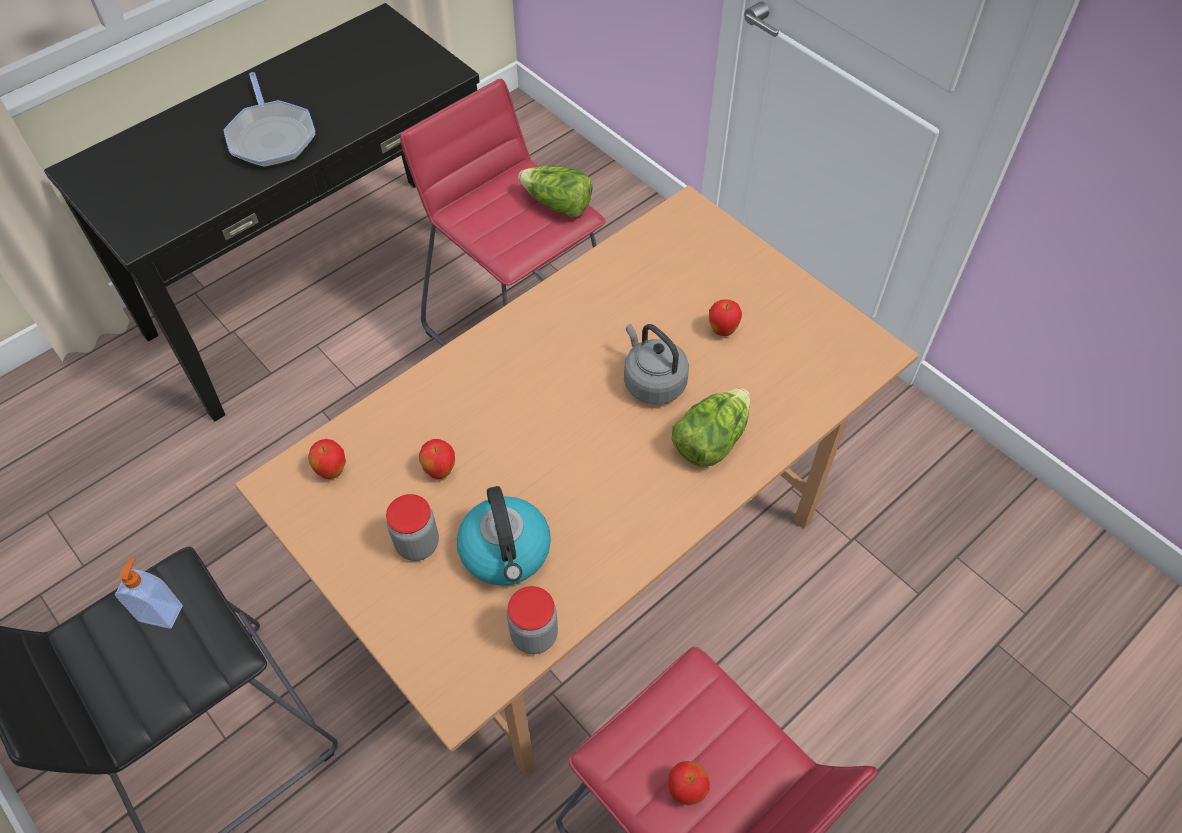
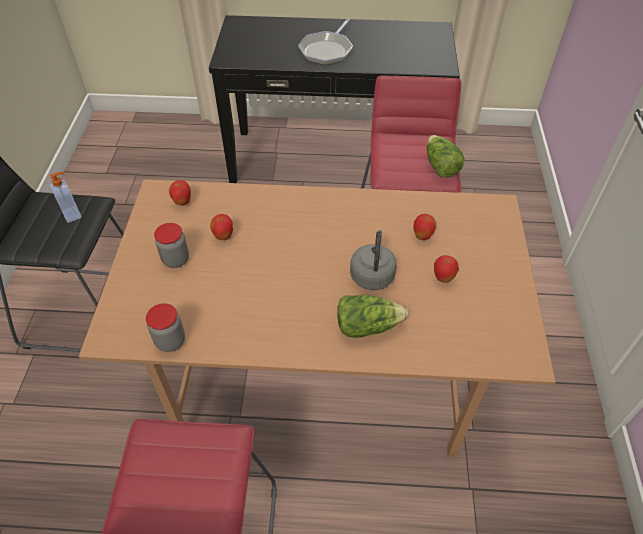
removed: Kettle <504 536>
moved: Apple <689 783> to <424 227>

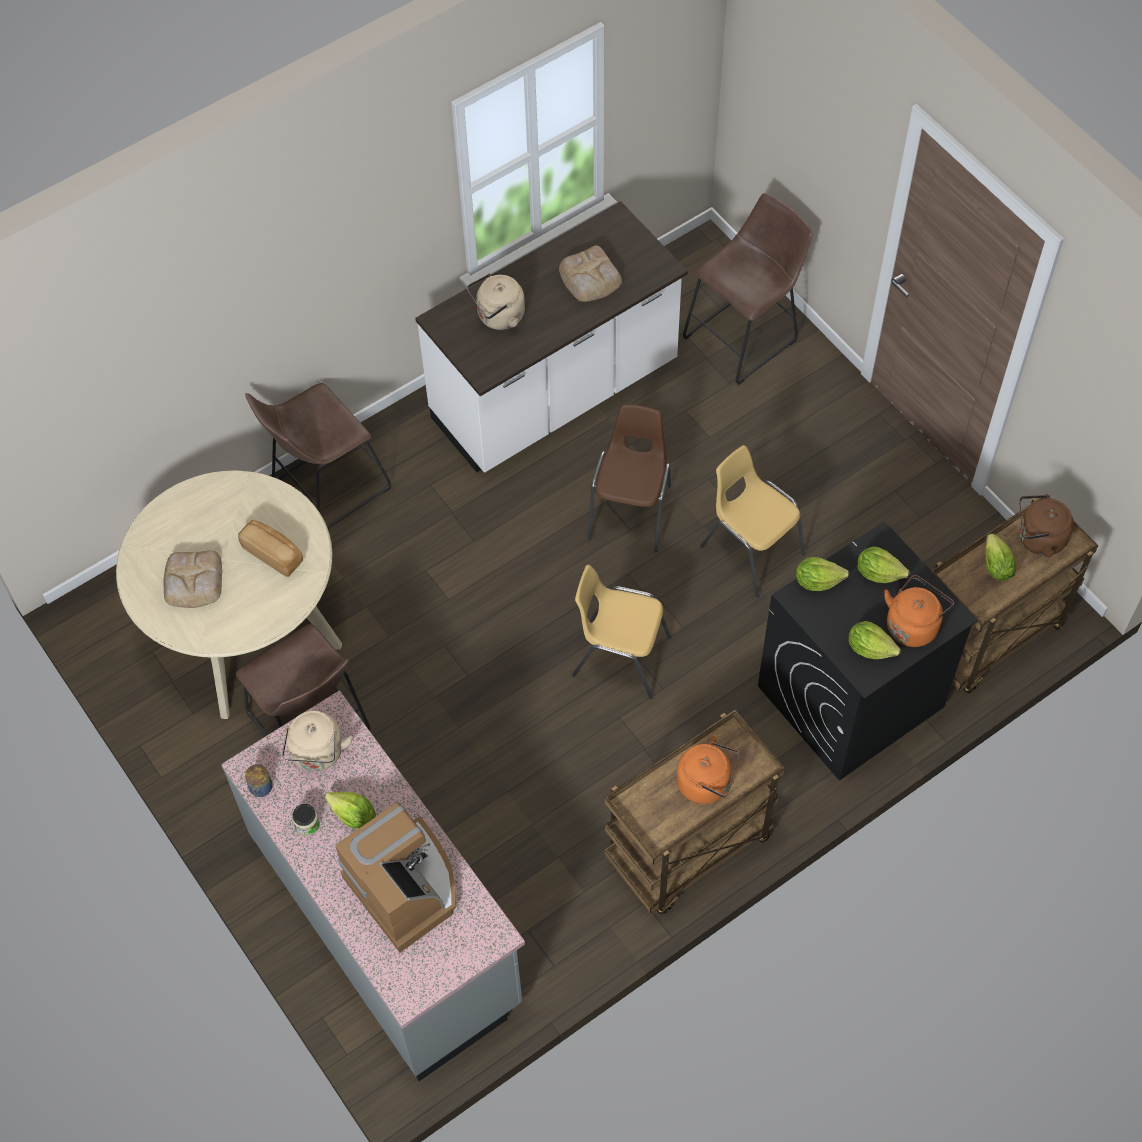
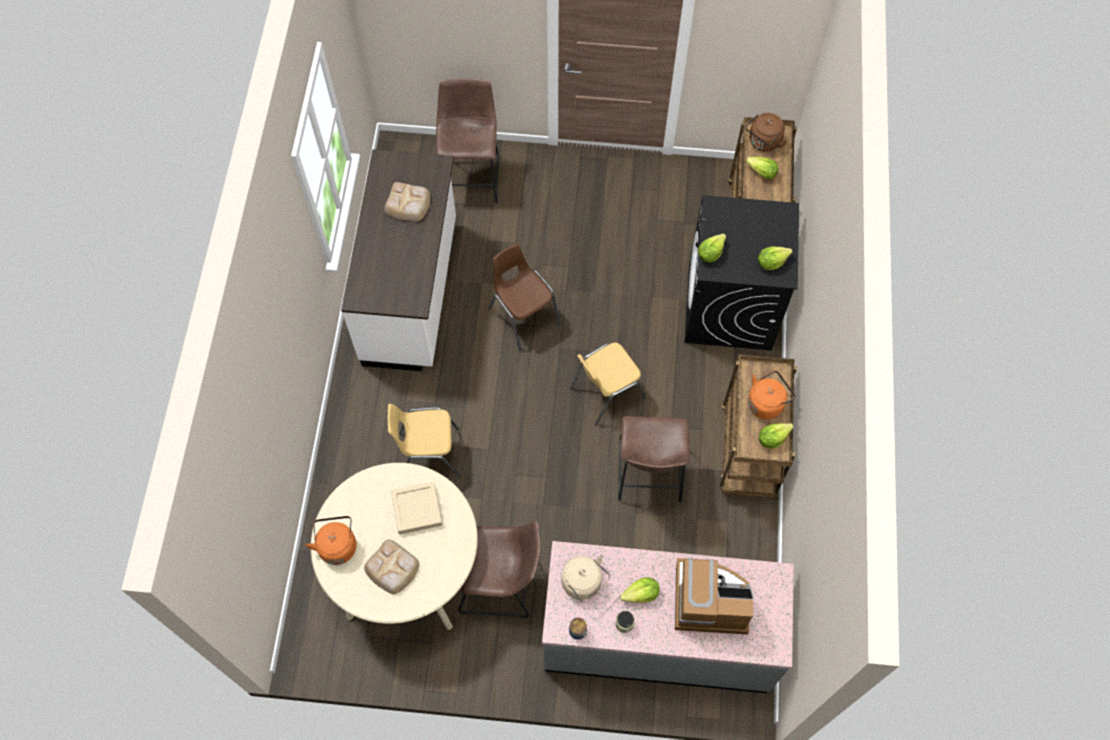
removed: BeigeKettle <496 301>
moved: OrangeKettle <919 611> to <330 540>; YellowChair <753 521> to <424 440>; BrownStool <318 456> to <654 459>; Lettuce <883 564> to <776 436>
replaced: Bread <270 548> to BeigeTray <416 508>

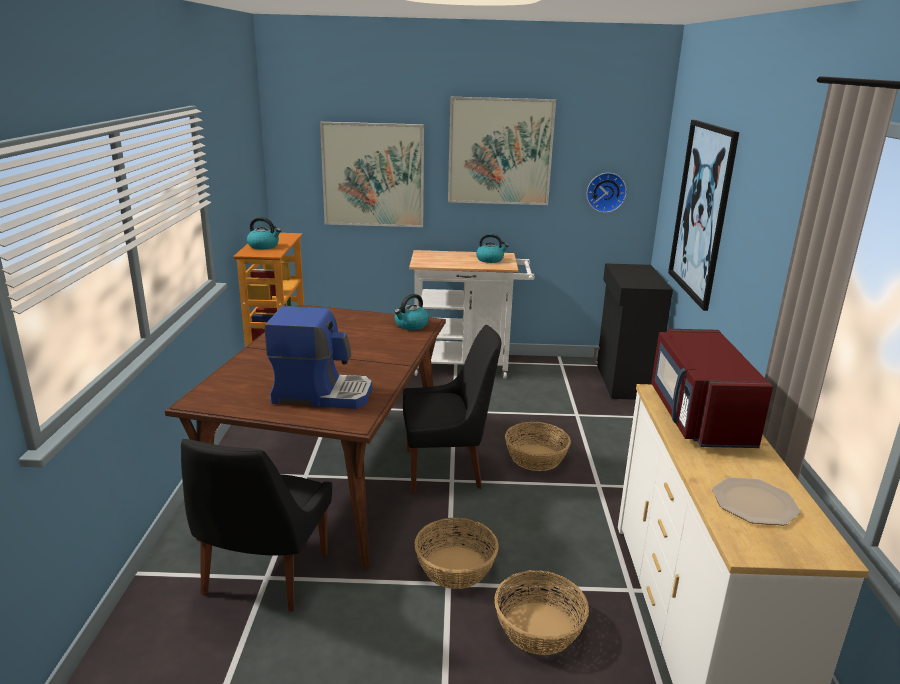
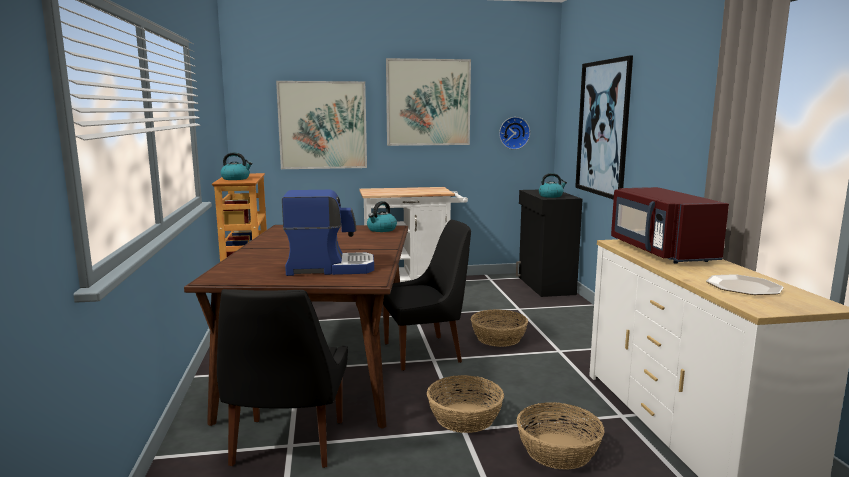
moved: Kettle <492 248> to <553 185>

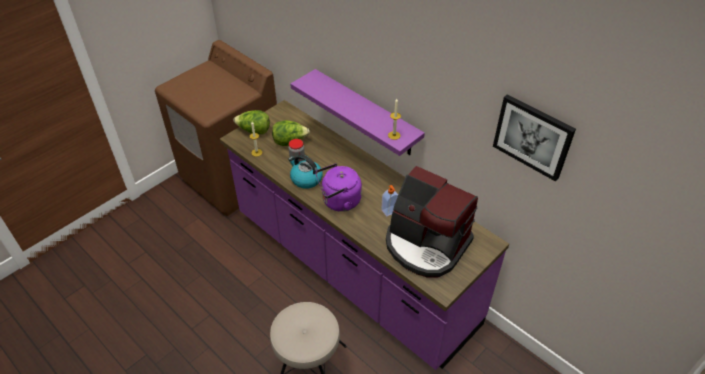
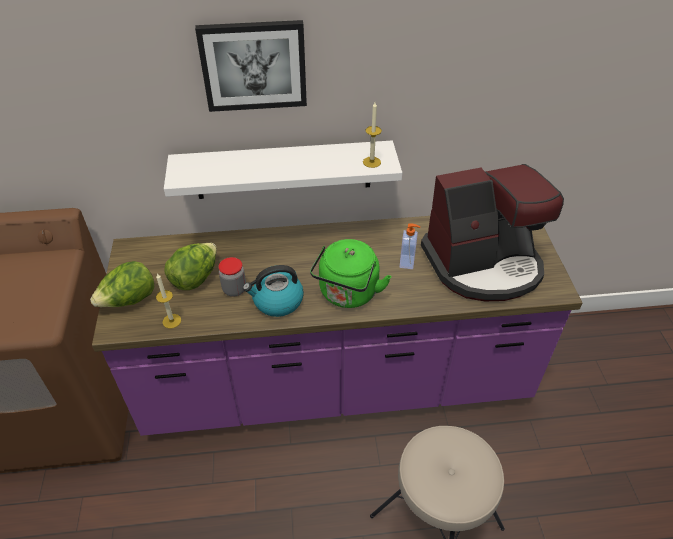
moved: Picture <534 138> to <251 66>
recoloured: PurpleShelf <357 112> to WhiteShelf <283 170>; PurpleKettle <338 187> to GreenKettle <351 273>

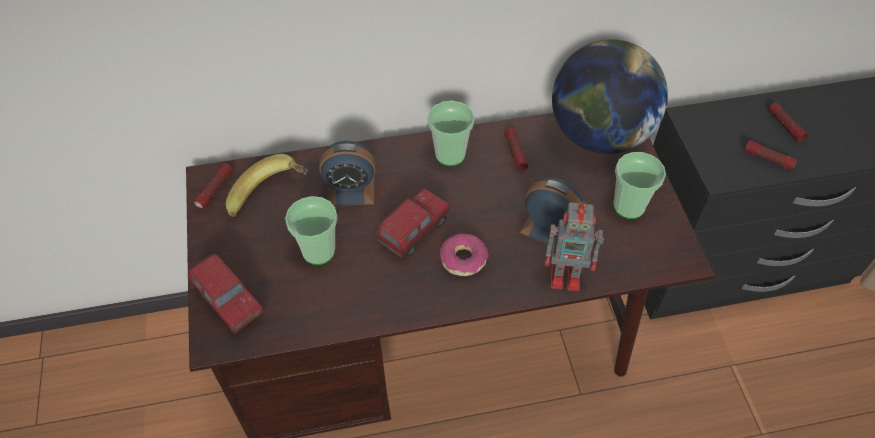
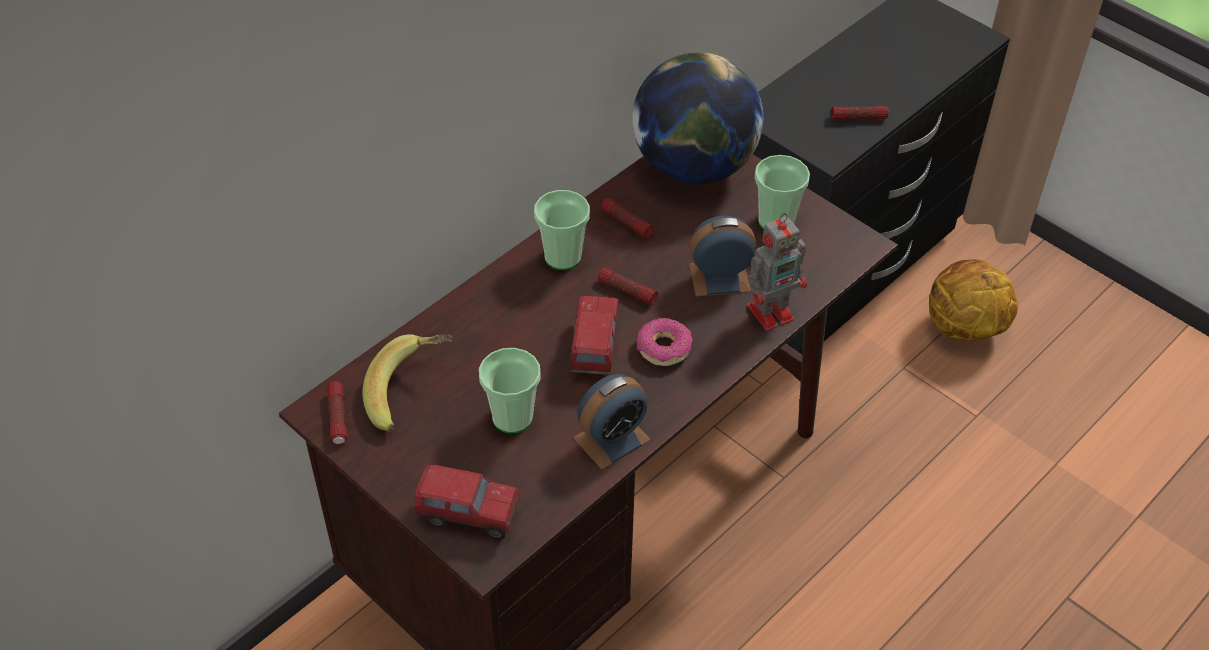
added: Basketball <973 300>
moved: AlarmClock <347 173> to <612 422>; Flashlight <788 122> to <628 286>

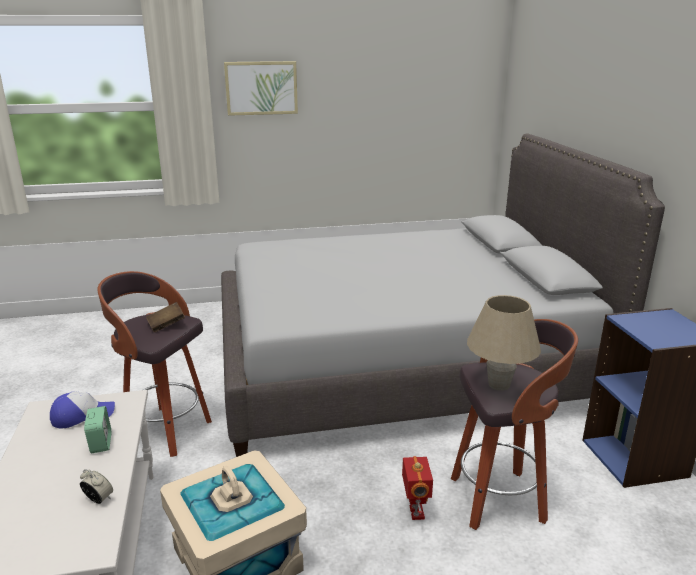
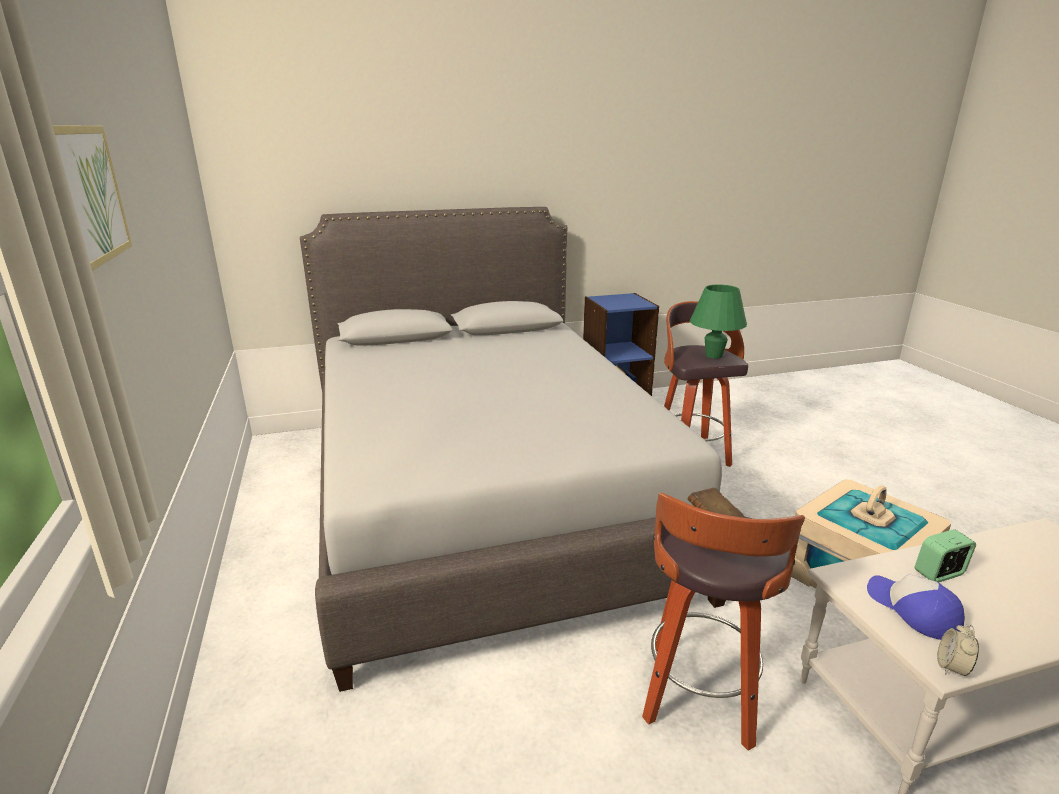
removed: ToyRobot <417 488>
moved: AlarmClock <96 486> to <958 650>
recoloured: BeigeTableLamp <504 343> to GreenTableLamp <718 321>

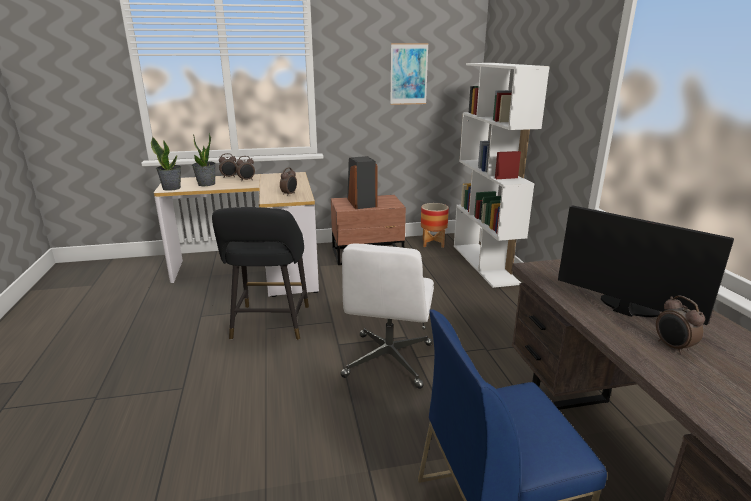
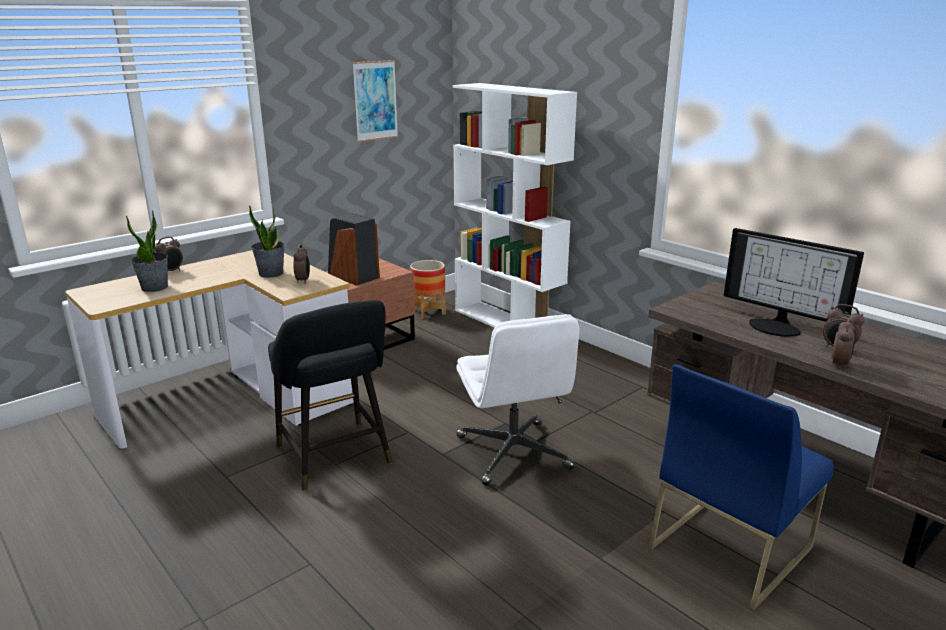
moved: PottedPlant <166 163> to <267 241>; AlarmClock <245 168> to <843 344>
turned: Monitor <646 265> = <794 282> 150 degrees counterclockwise

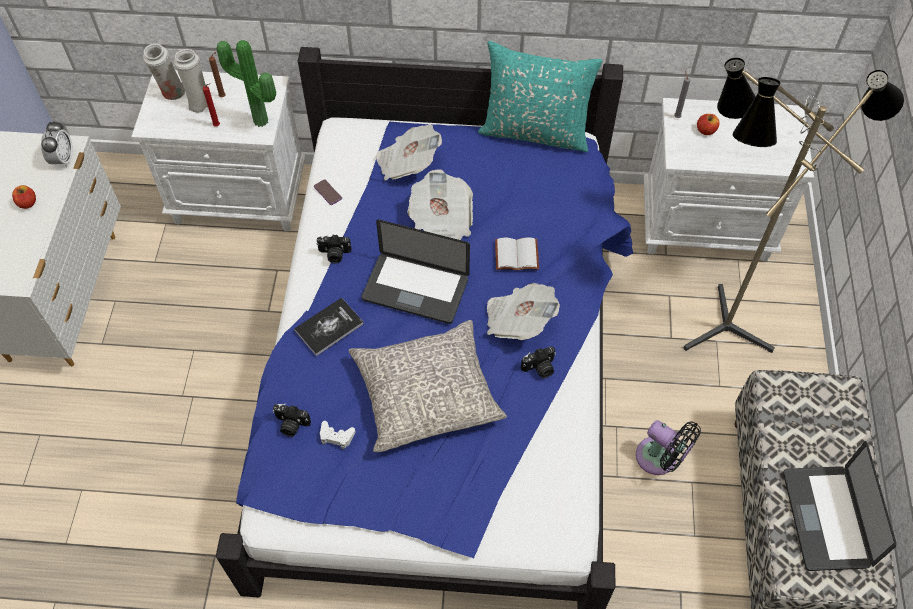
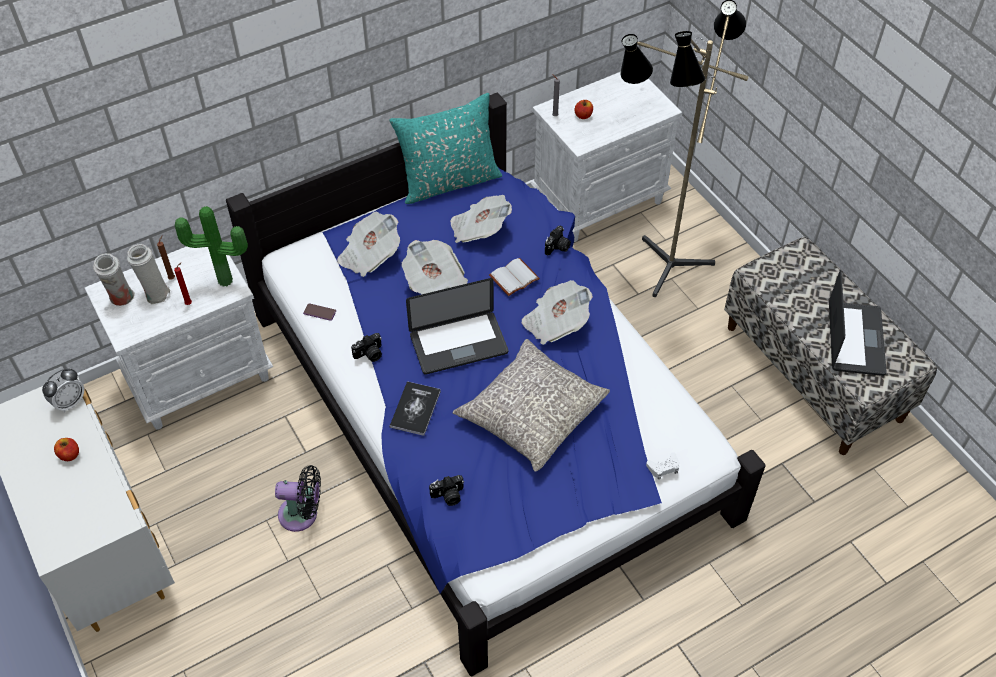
added: Newspaper <481 219>
moved: BlackFan <668 447> to <298 498>; PhotoCamera <538 362> to <558 240>; WhiteGameController <338 435> to <662 465>
turned: AlarmClock <57 144> = <63 390> 75 degrees clockwise; Laptop <840 506> = <858 322> 135 degrees counterclockwise

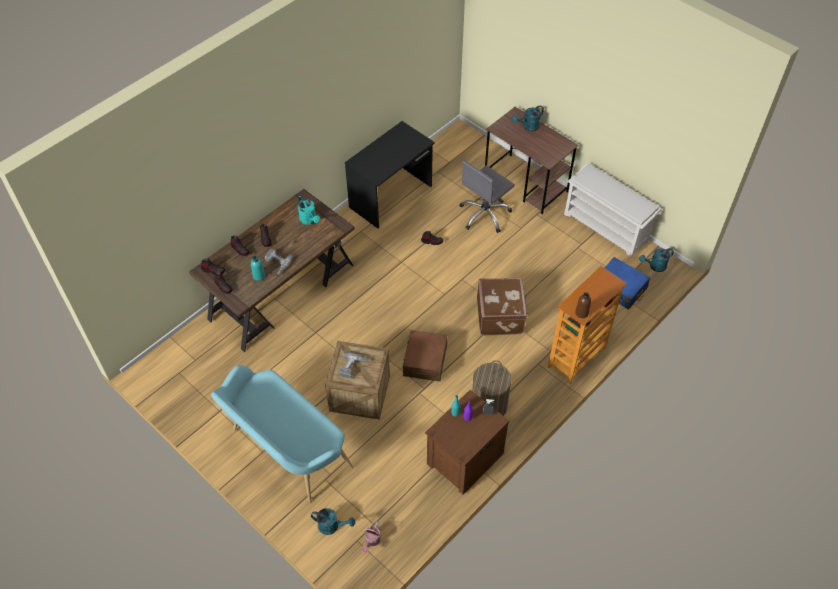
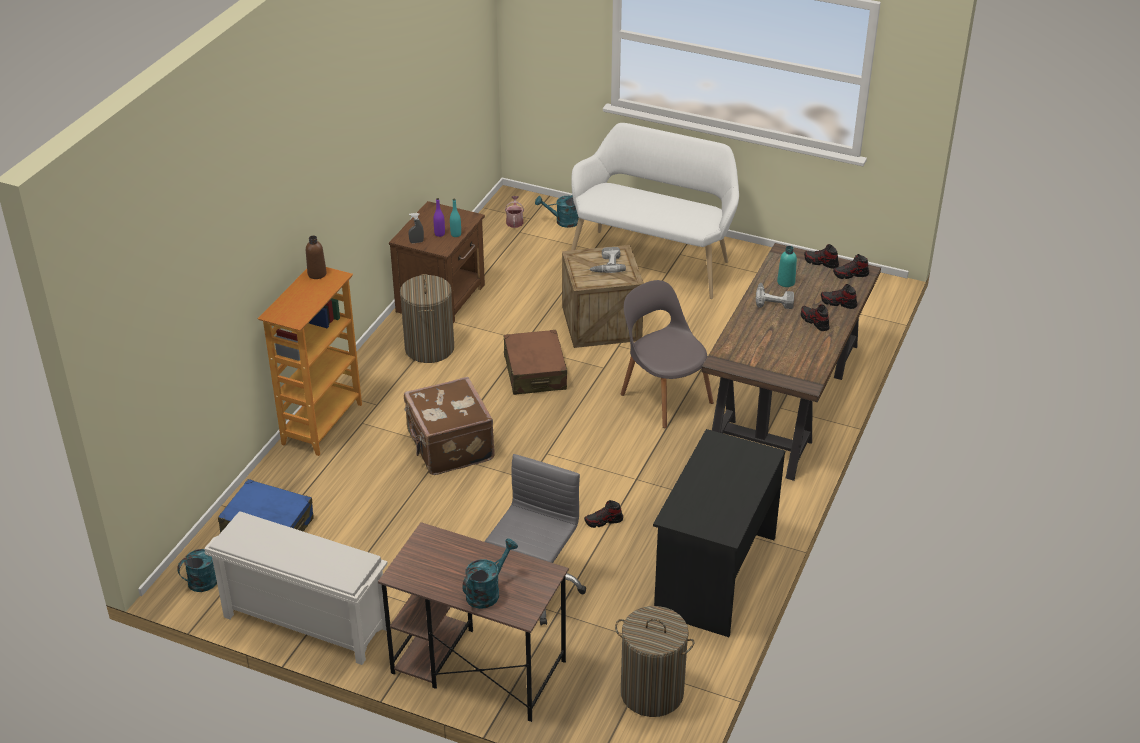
removed: TurquoiseWateringCan <309 210>
added: LaundryBasket <654 661>; GreyChair <667 354>
recoloured: TurquoiseBench <282 433> to WhiteBench <655 211>

